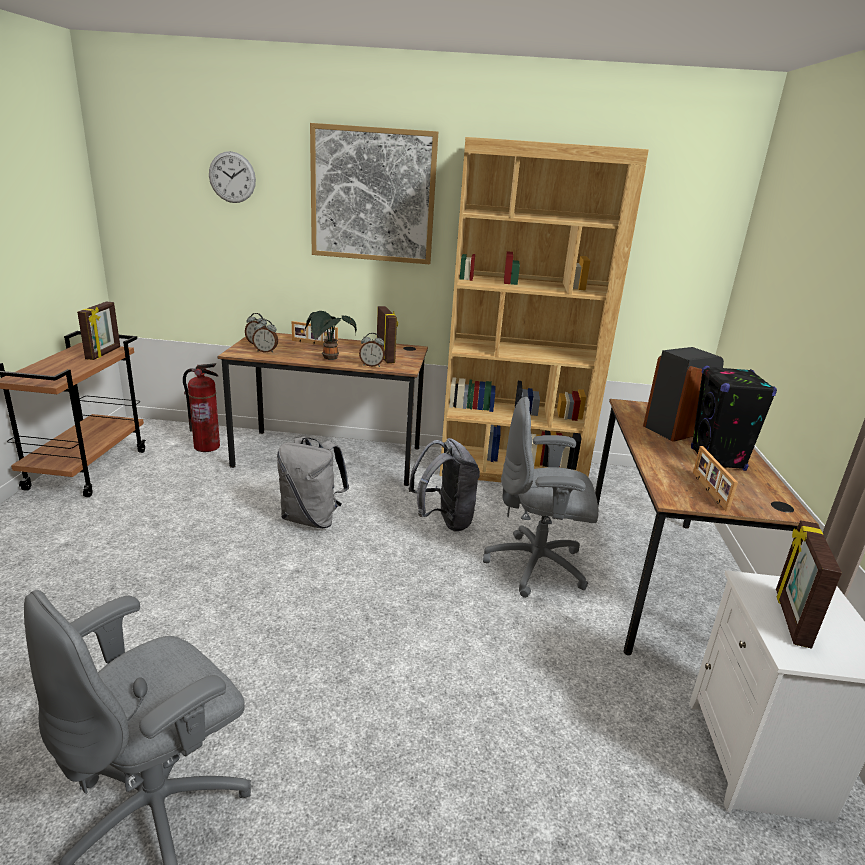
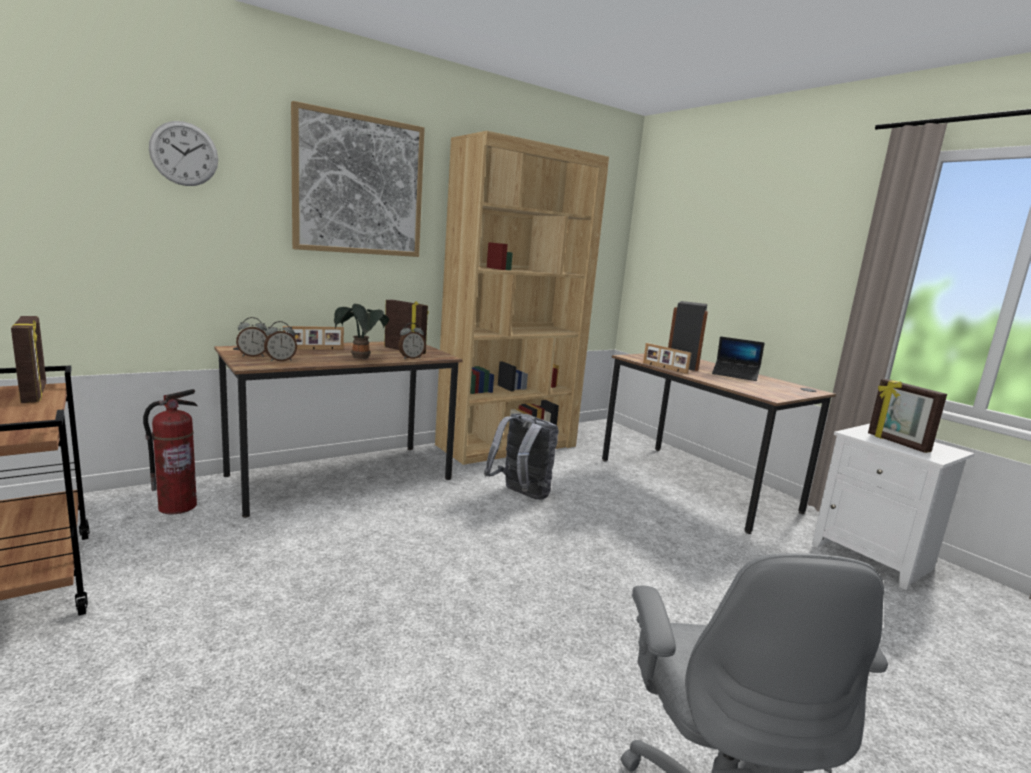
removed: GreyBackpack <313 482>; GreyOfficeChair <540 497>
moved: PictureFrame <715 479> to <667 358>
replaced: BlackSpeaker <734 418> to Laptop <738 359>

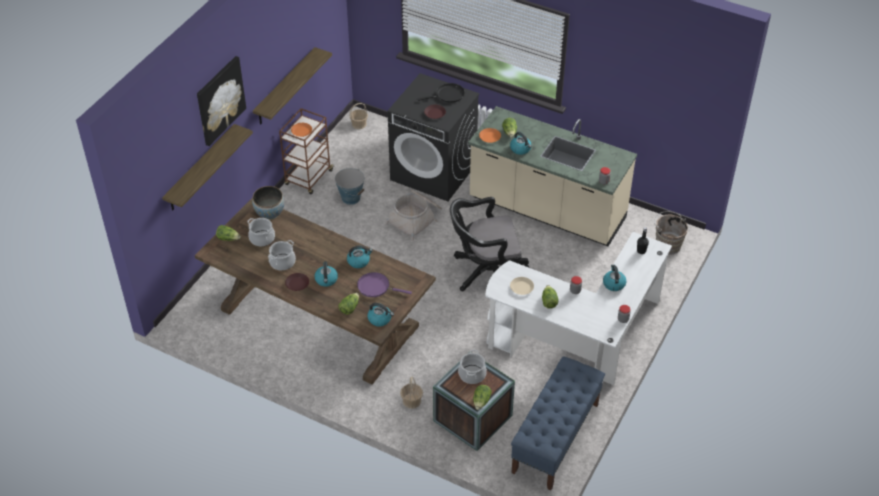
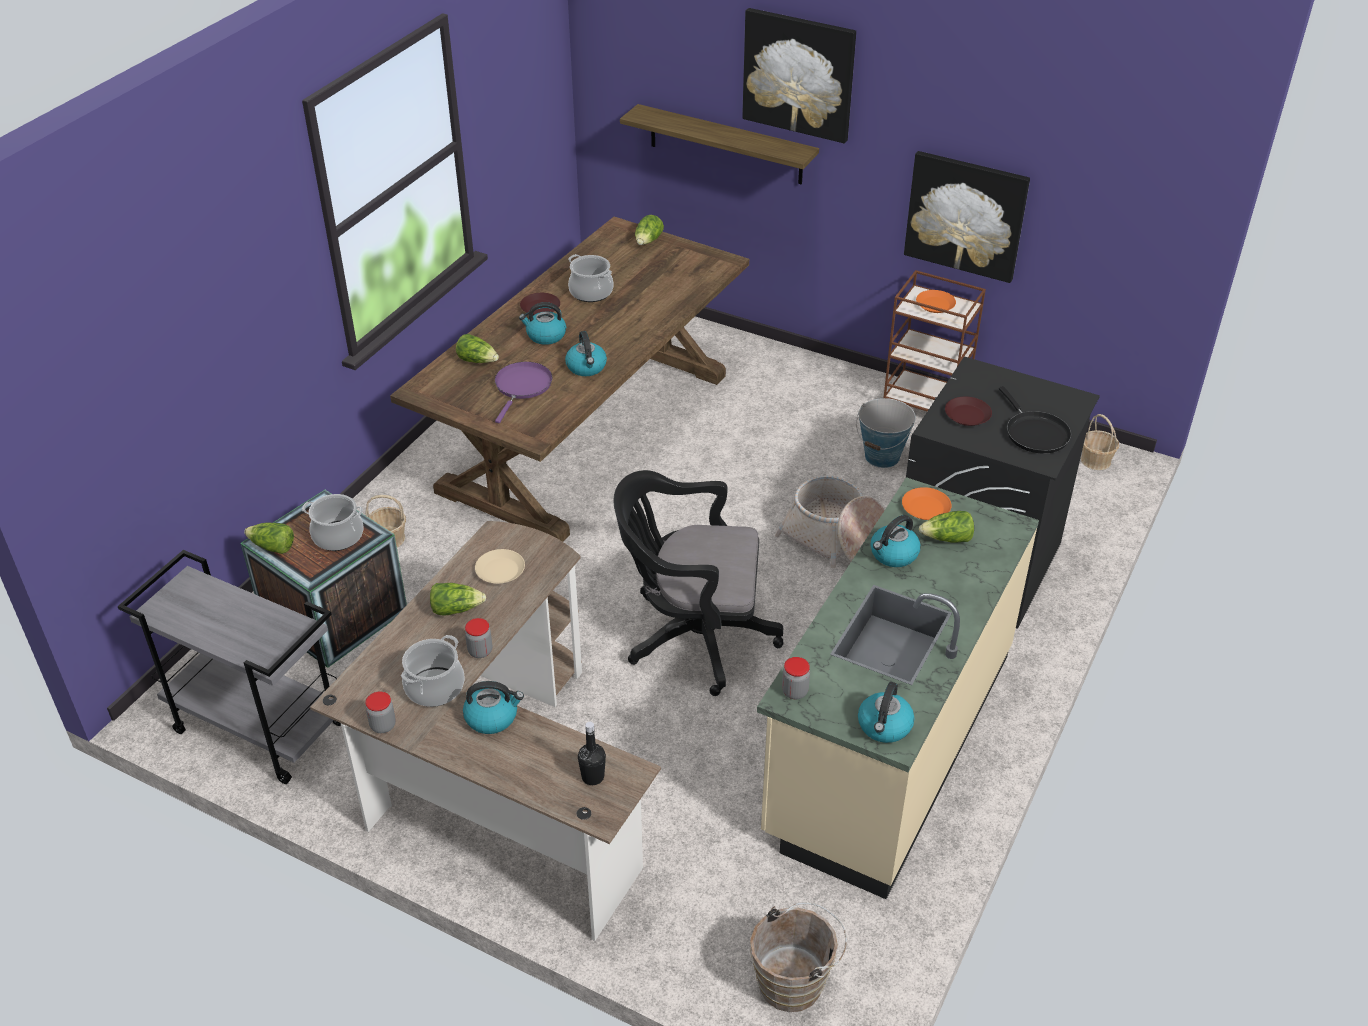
removed: Bowl <268 203>
moved: CookingPot <261 232> to <433 671>; Kettle <380 315> to <886 712>
replaced: BlueBench <558 423> to GreyCart <229 667>; Shelf <292 85> to Picture <967 217>
recoloured: WhiteDesk <578 308> to BrownDesk <485 731>
turned: BlackOfficeChair <489 244> = <698 583> 75 degrees counterclockwise

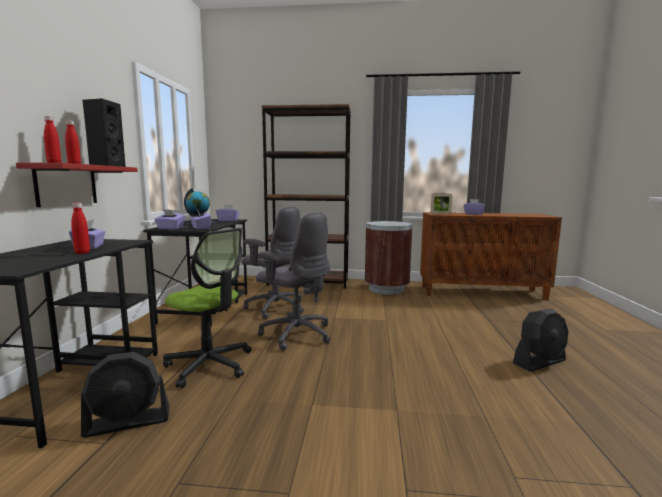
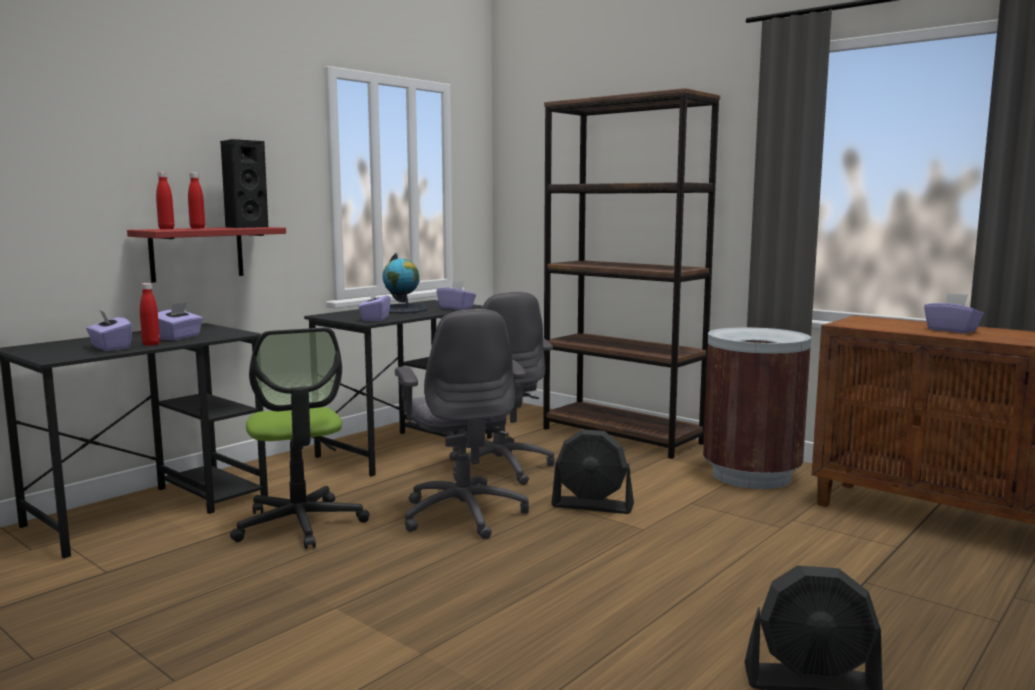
removed: PictureFrame <441 203>
moved: PurpleTissueBox <169 219> to <109 331>; BlackFan <125 395> to <592 471>

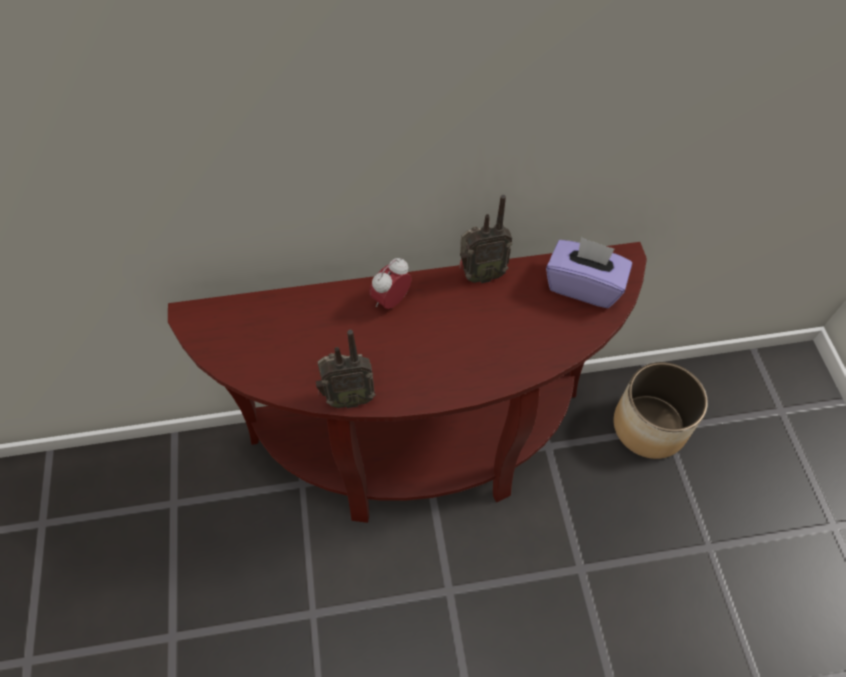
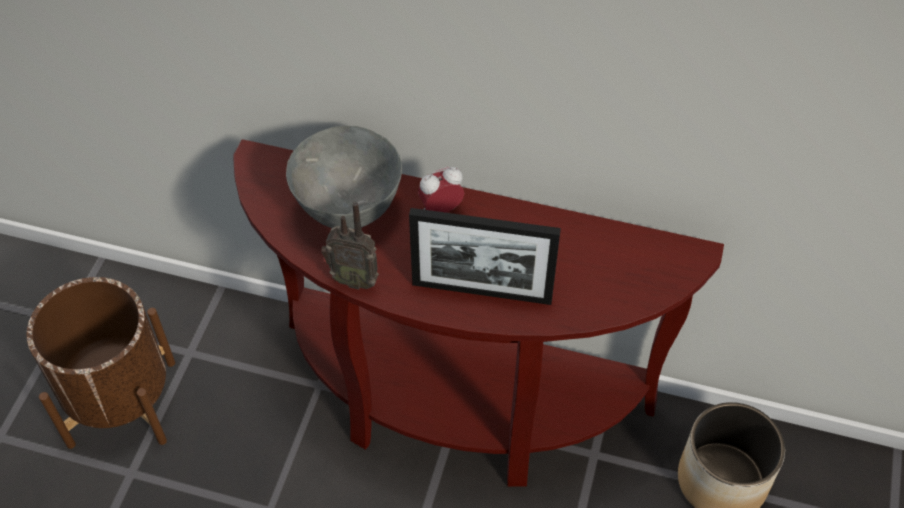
removed: Radio <485 239>; PurpleTissueBox <589 272>
added: BrownPlanter <101 363>; GreyBowl <344 177>; PictureFrame <485 256>

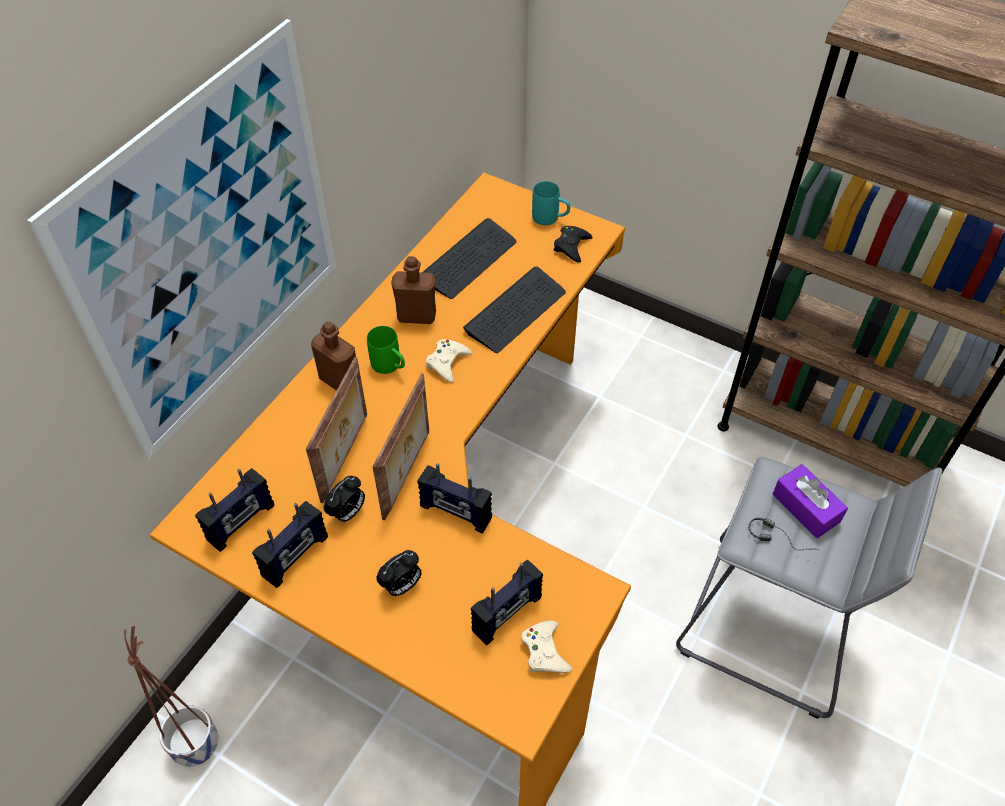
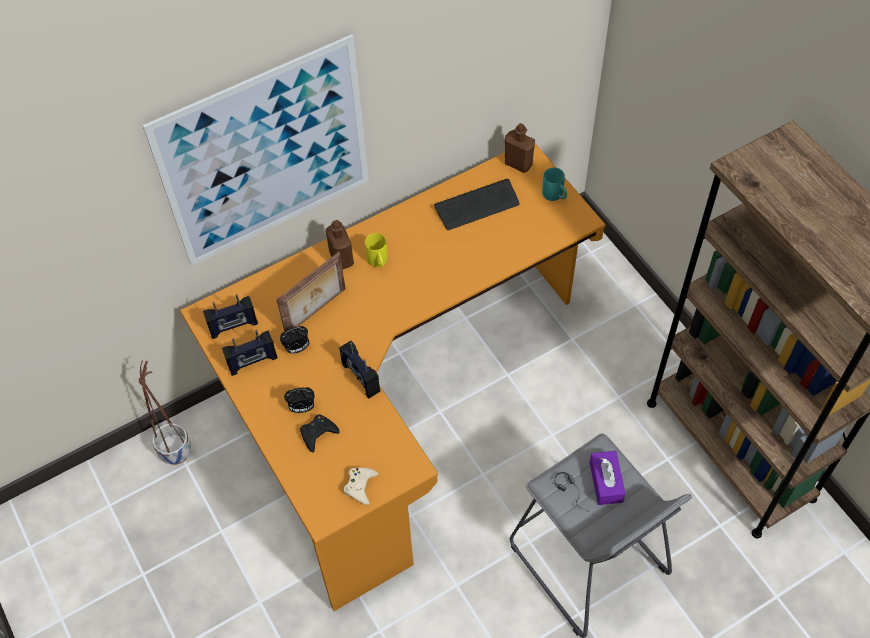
removed: PictureFrame <401 447>; BeigeGameController <449 361>; Keyboard <514 310>; Radio <507 602>
moved: BlackGameController <573 244> to <320 433>; BrownBottle <413 290> to <520 148>
recoloured: GreenMug <386 350> to YellowMug <376 250>

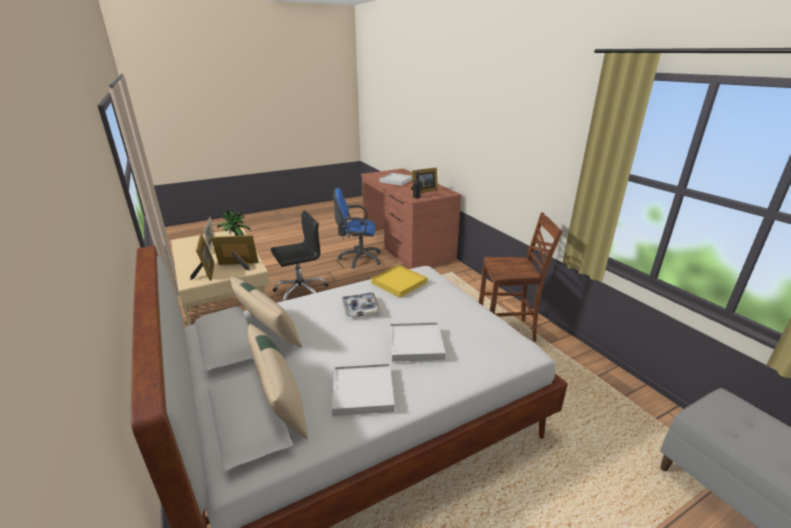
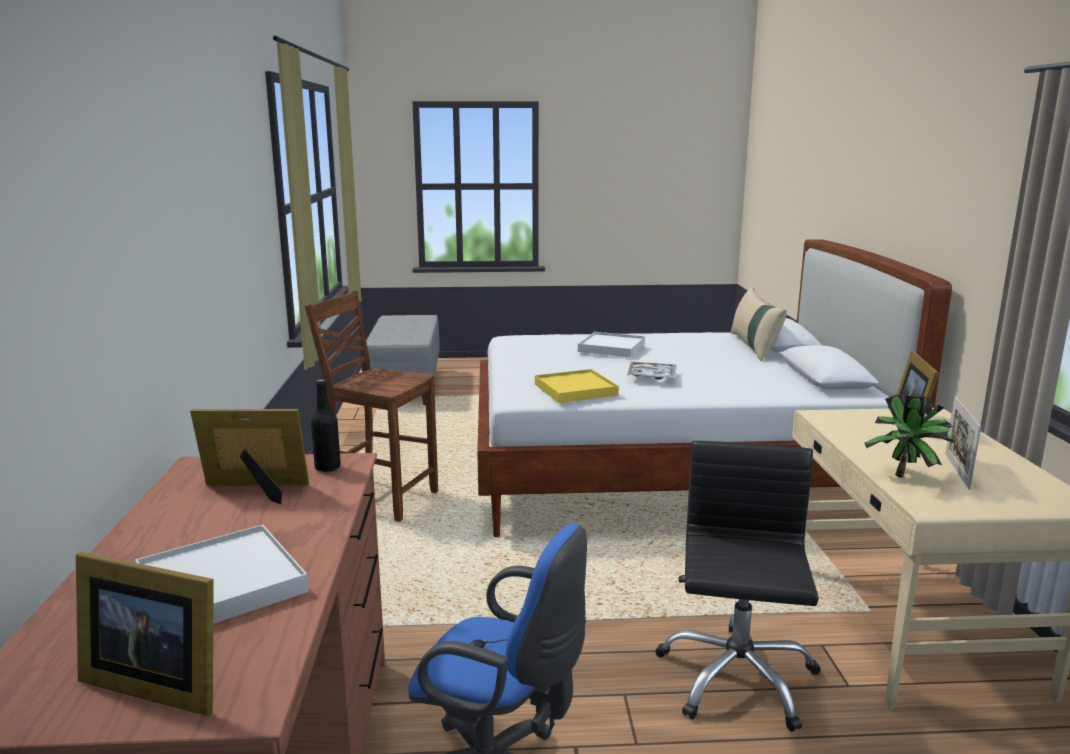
removed: BeigePillow <266 312>; WhiteTray <363 389>
moved: PictureFrame <235 253> to <145 634>
turned: BlackOfficeChair <300 255> = <738 586> 105 degrees clockwise

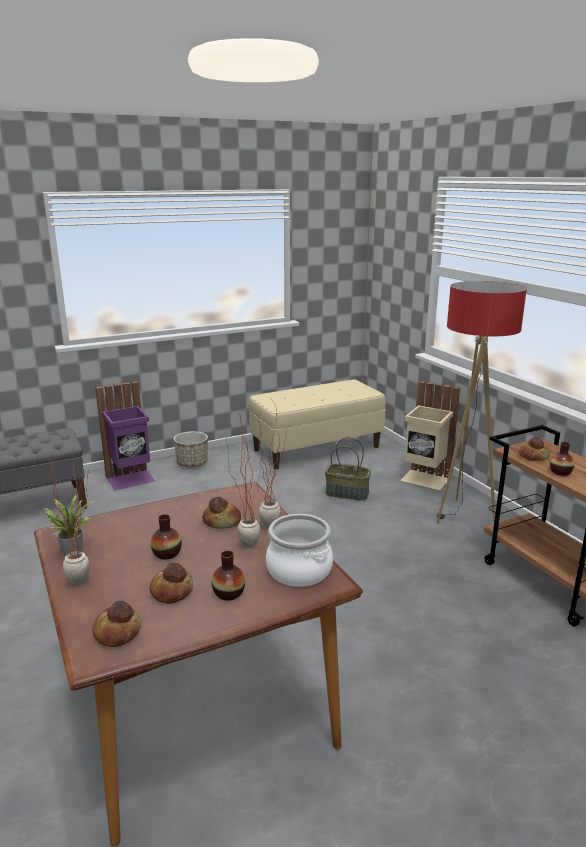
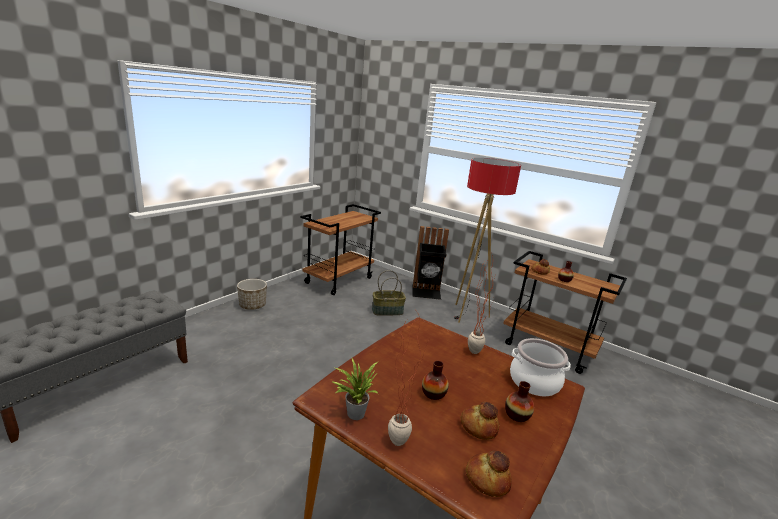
removed: PurpleTrashCan <125 435>; Bread <221 513>; PottedPlant <243 481>
replaced: BeigeBench <317 424> to BrownCart <340 249>
recoloured: BeigeTrashCan <430 435> to BlackTrashCan <431 263>

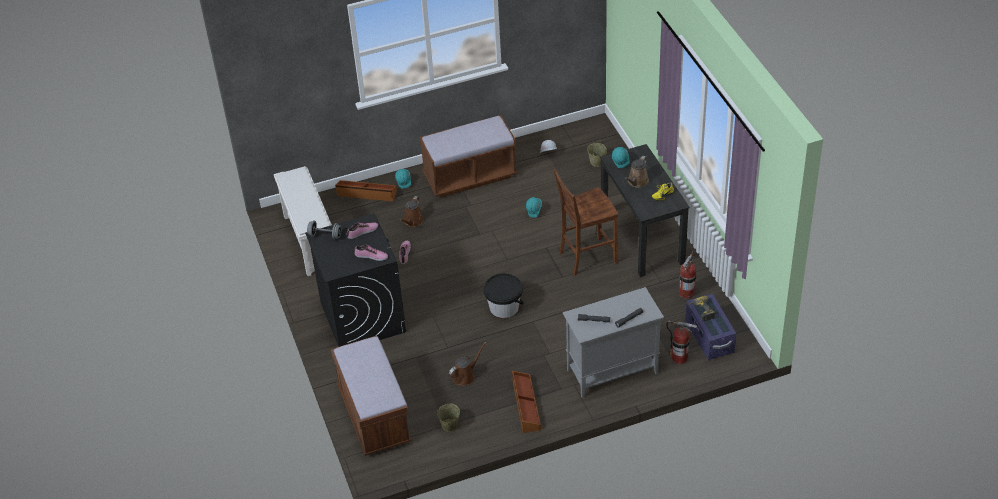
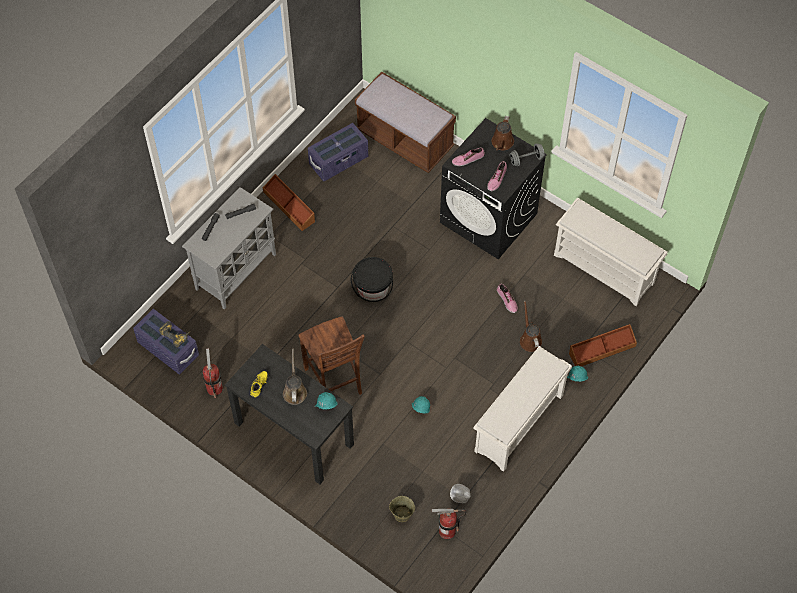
moved: FireExtinguisher <681 342> to <449 523>; BrownWateringCan <467 364> to <503 133>
replaced: BeigeBucket <448 417> to PurpleStorageBox <338 152>; BrownBench <468 156> to WhiteShoeRack <522 409>
turned: BrownChair <585 222> = <332 356> 120 degrees clockwise

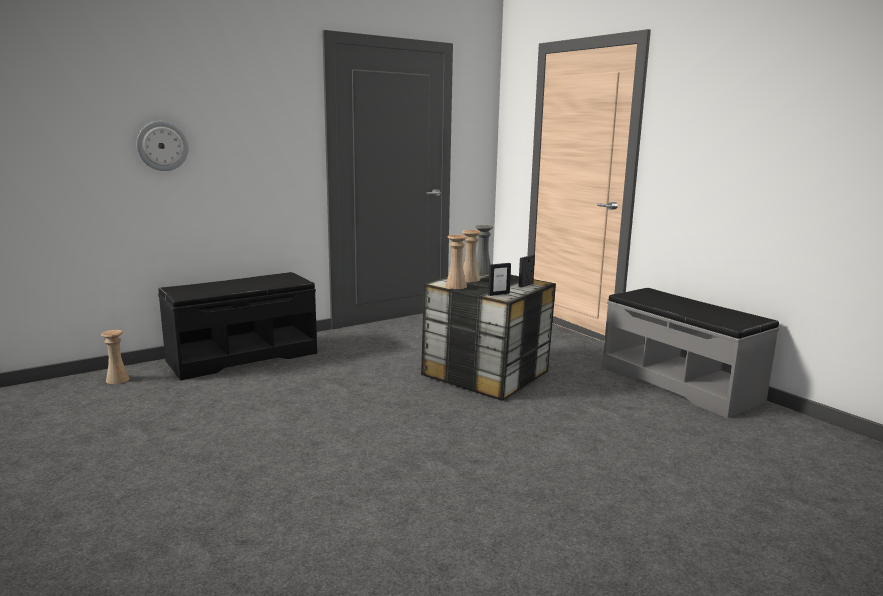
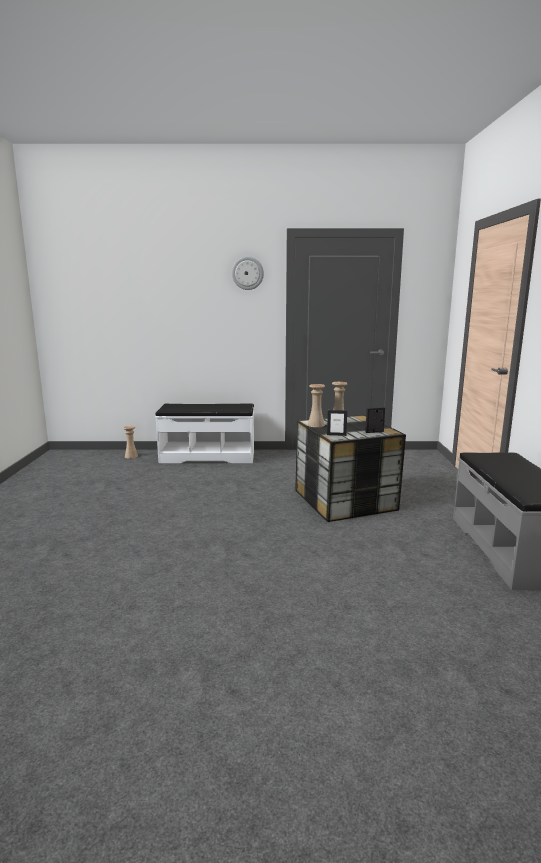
removed: GreyVase <484 250>
moved: WallClock <162 146> to <248 273>
recoloured: BlackBench <237 326> to WhiteBench <204 433>

